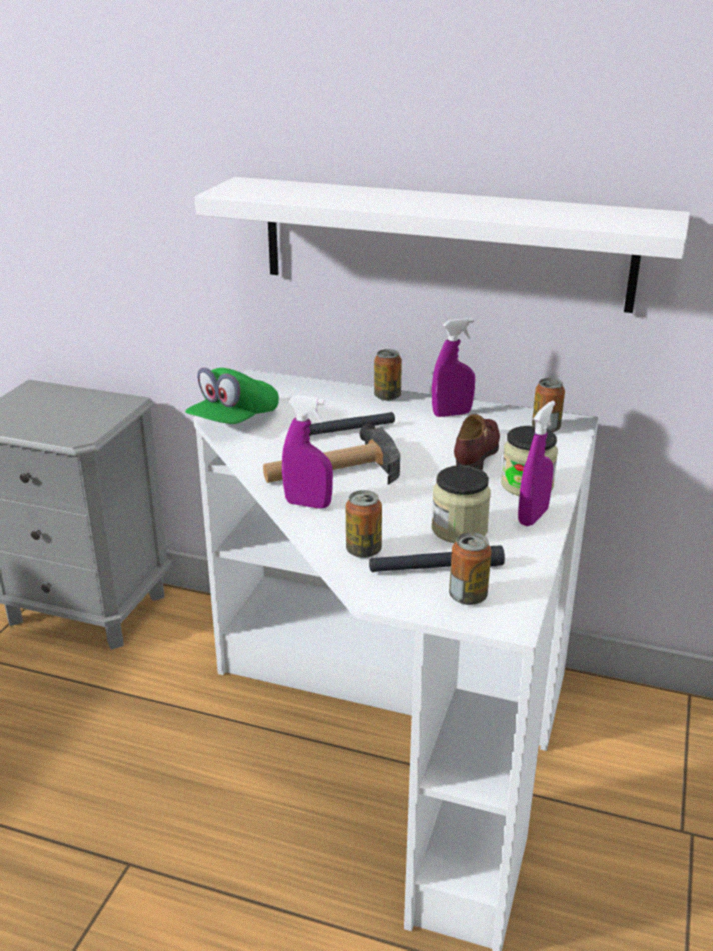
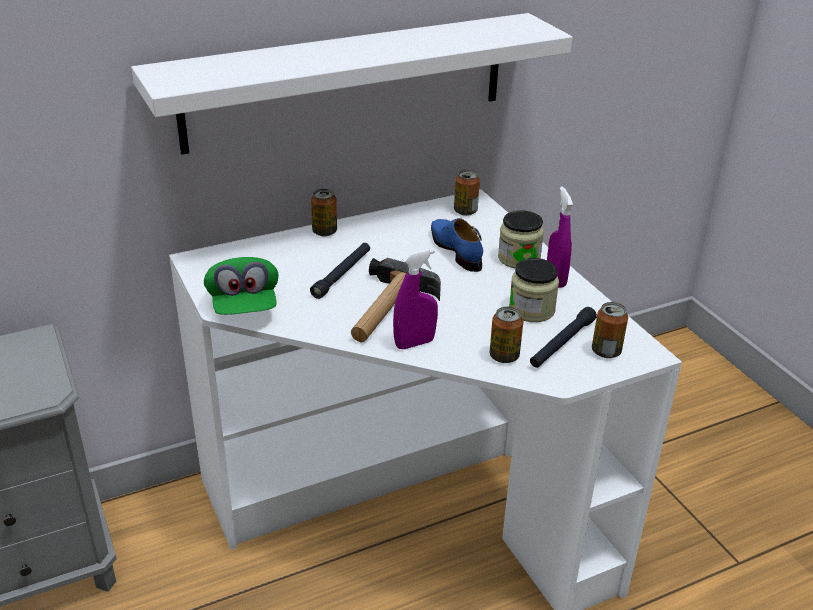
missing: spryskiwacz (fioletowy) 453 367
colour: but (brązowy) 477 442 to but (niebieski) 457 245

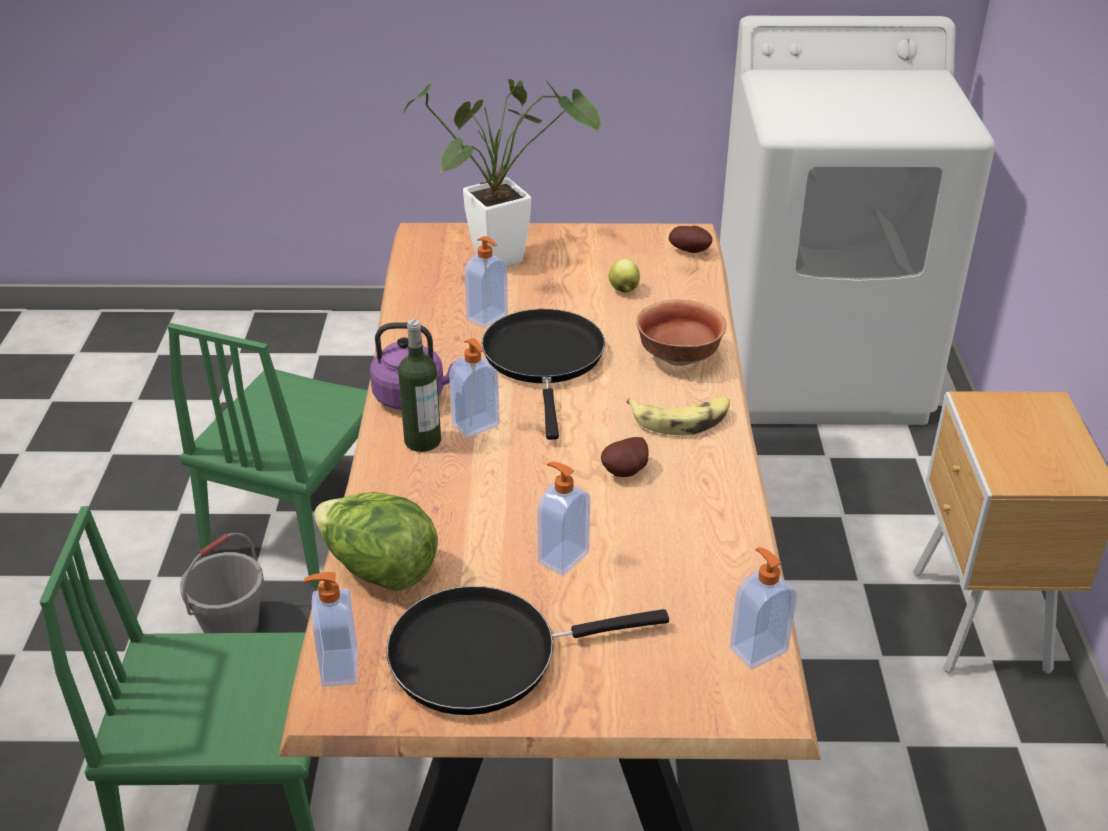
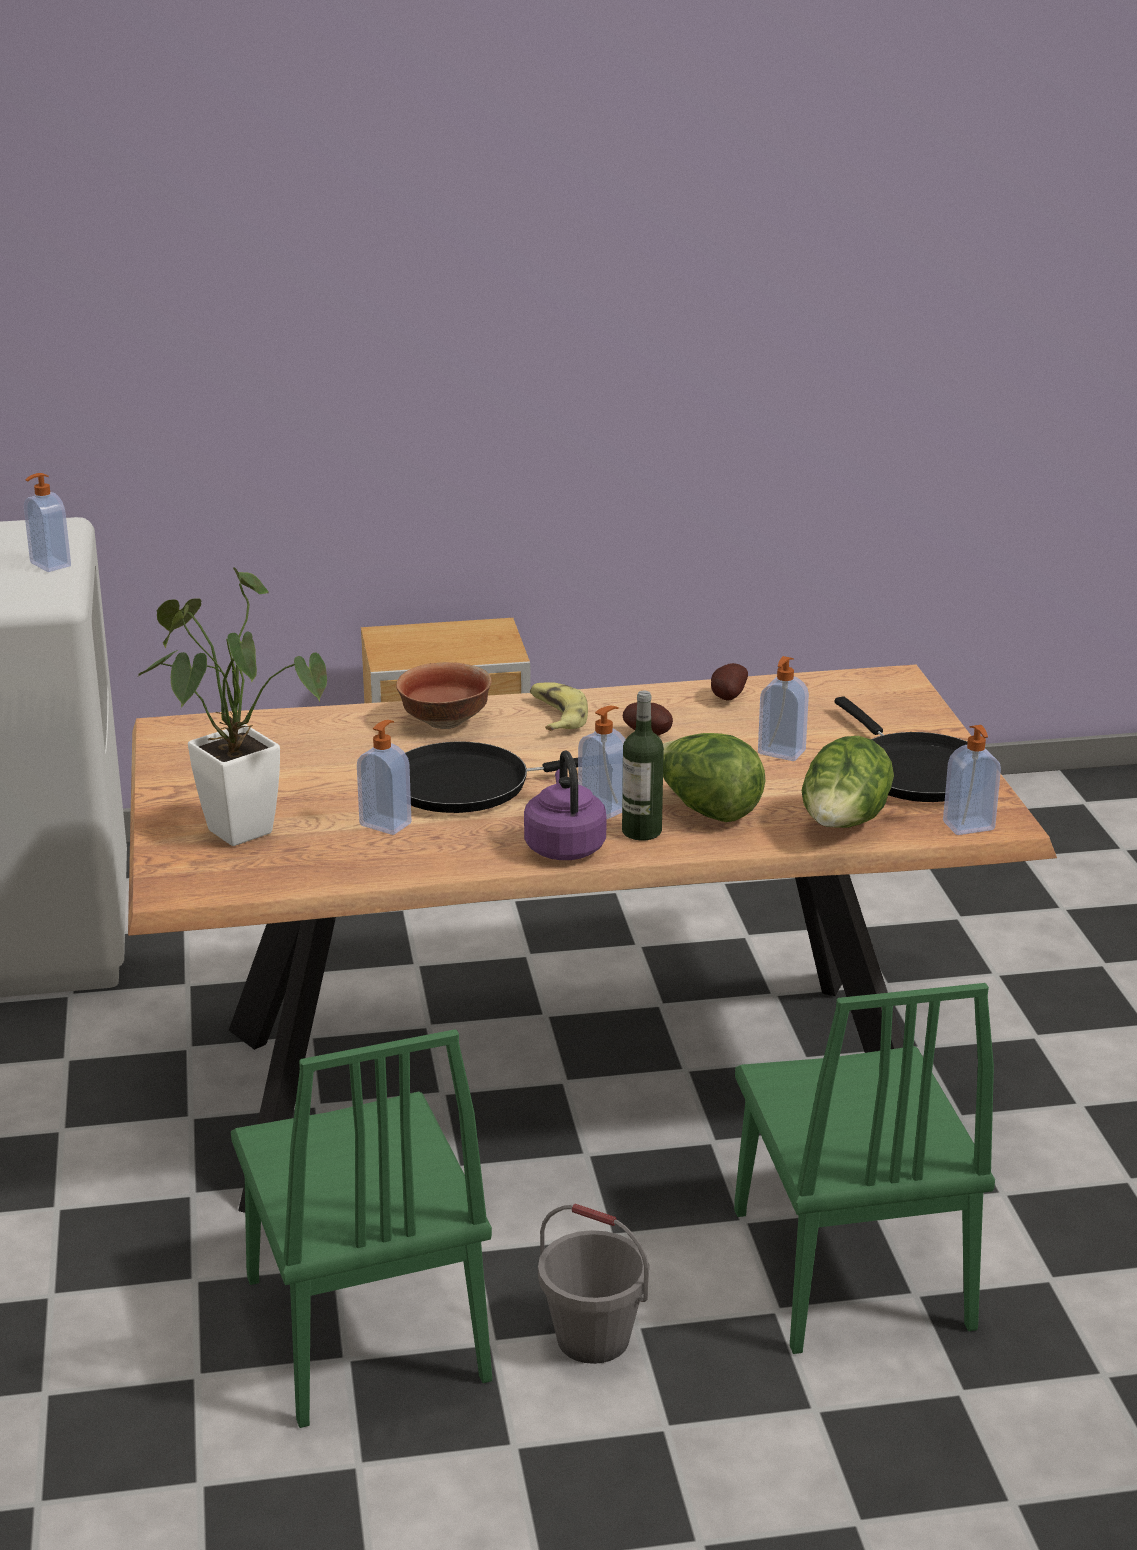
missing: jabłko 624 276
appeared: sałata 714 777
relocated: ziemniak 690 239 to 729 682; dozownik mydła 763 608 to 47 522
spun: krzesło (zielony) 267 455 = 361 1228 60 degrees clockwise

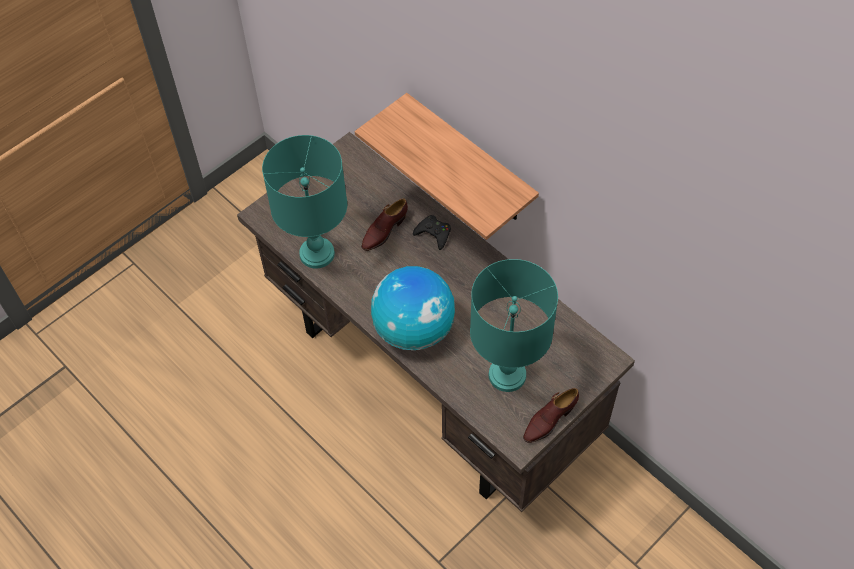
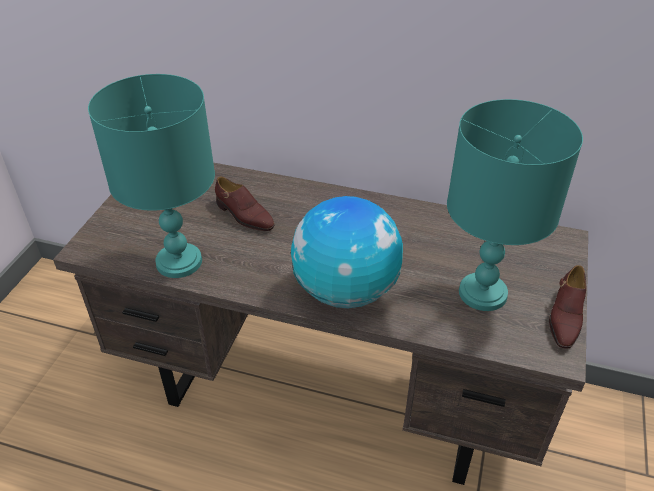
missing: półka 447 166; pad do gier (czarny) 432 232
spun: but (brązowy) 384 224 = 245 204 60 degrees counterclockwise

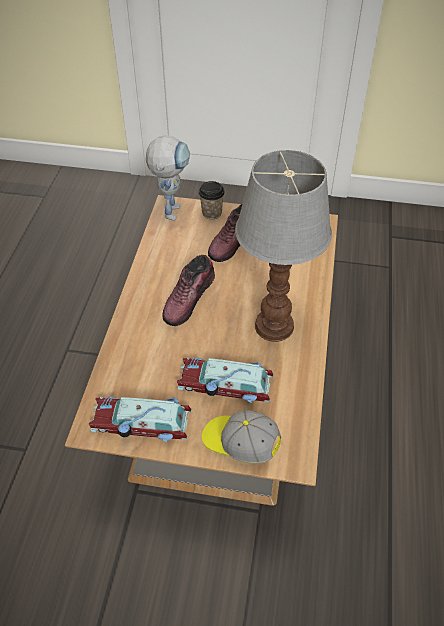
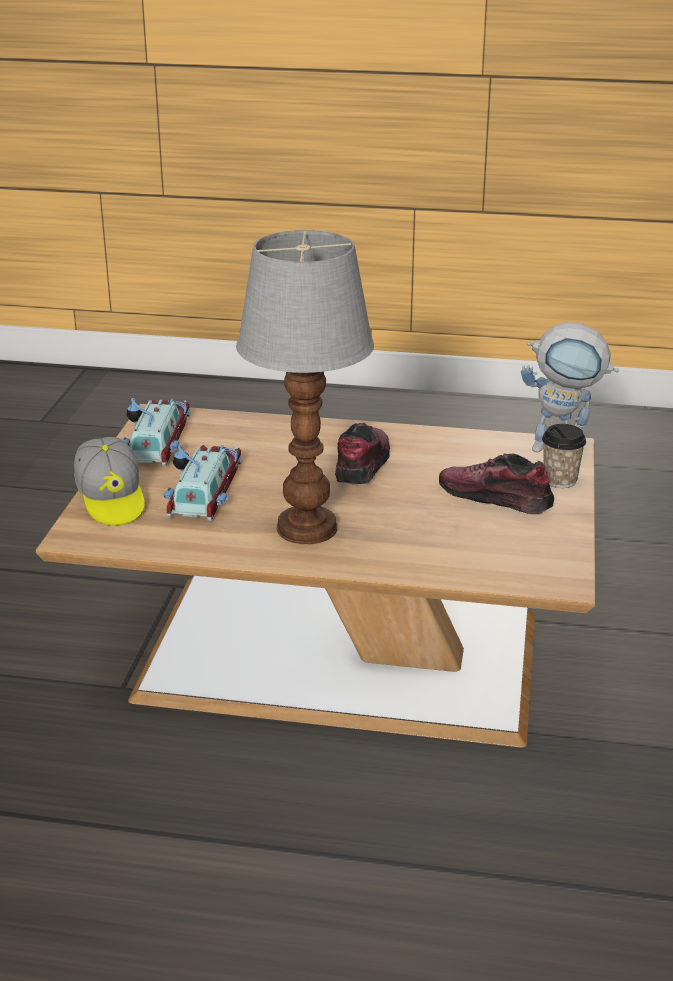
spun: but 188 290 = 362 454 75 degrees clockwise; czapka z daszkiem 241 436 = 109 481 135 degrees clockwise

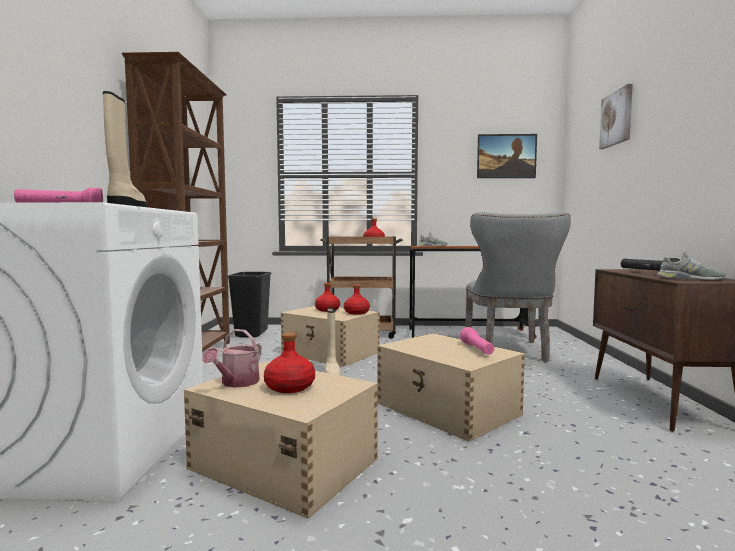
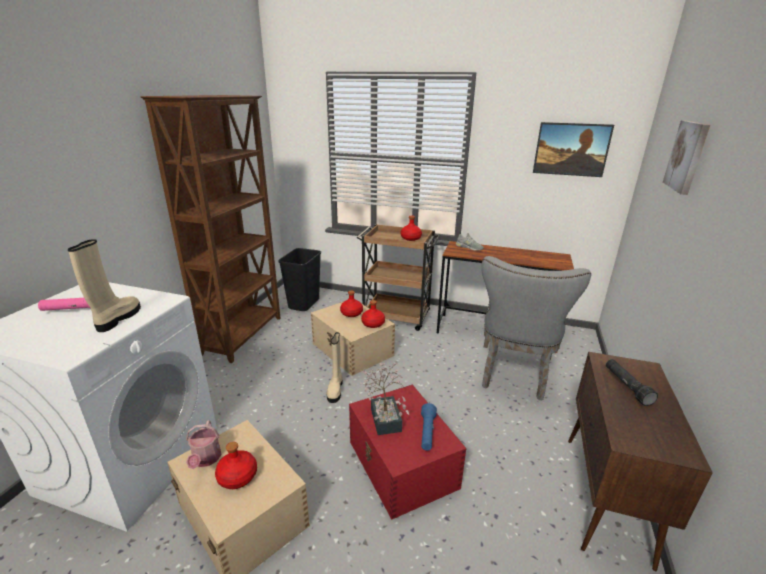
missing: but (szary) 692 265
appeared: roślina doniczkowa 384 399
colour: pojemnik do przechowywania (beżowy) 451 387 to pojemnik do przechowywania (czerwony) 407 452; latarka (różowy) 477 341 to latarka (niebieski) 429 427
spun: konewka 232 358 = 204 444 45 degrees counterclockwise

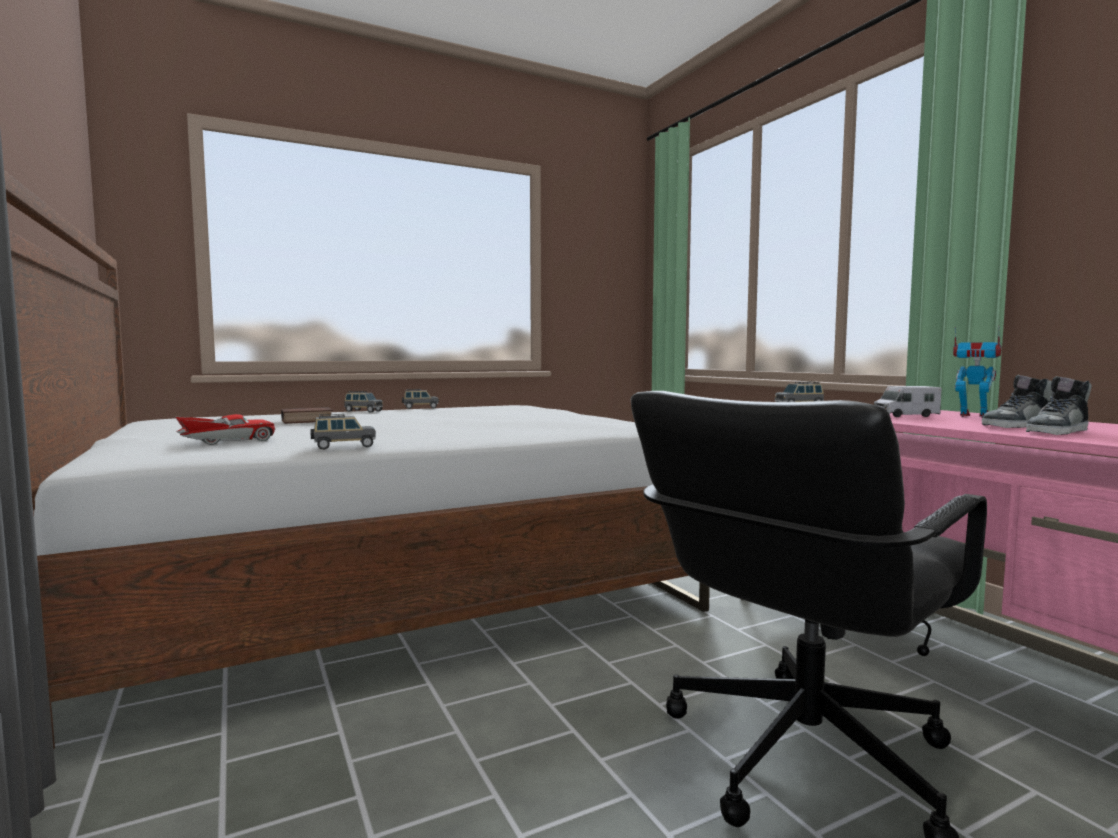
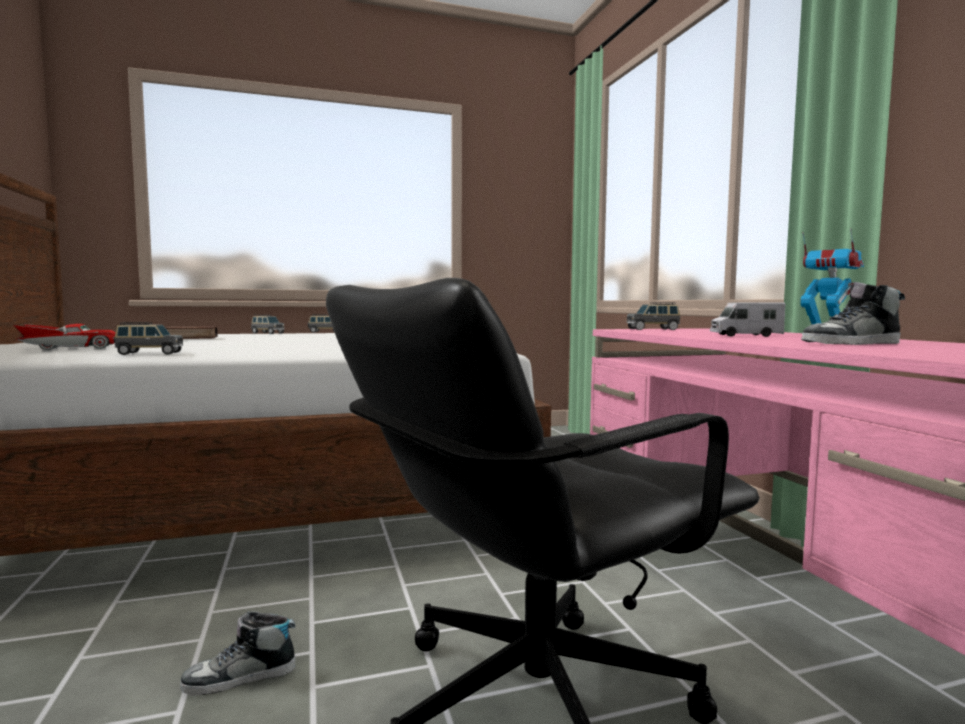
relocated: but 1059 405 to 237 653

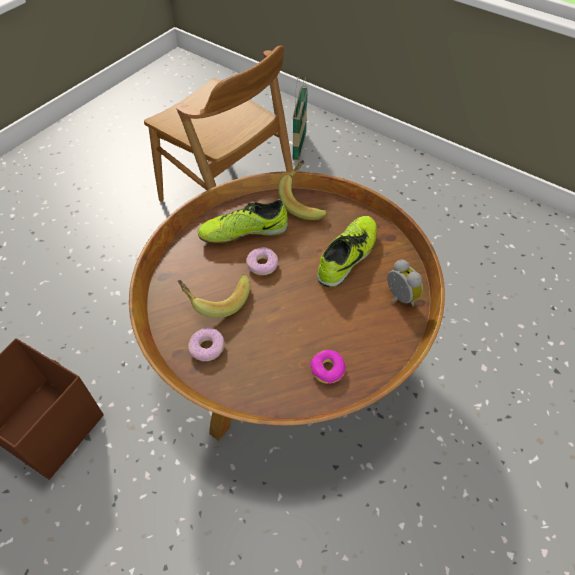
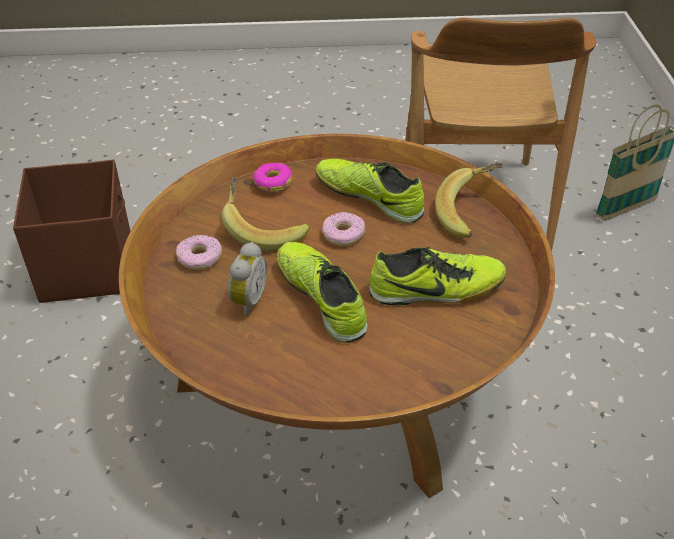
appeared: but 322 292
relocated: donut 328 367 to 273 177; budzik 405 283 to 247 279

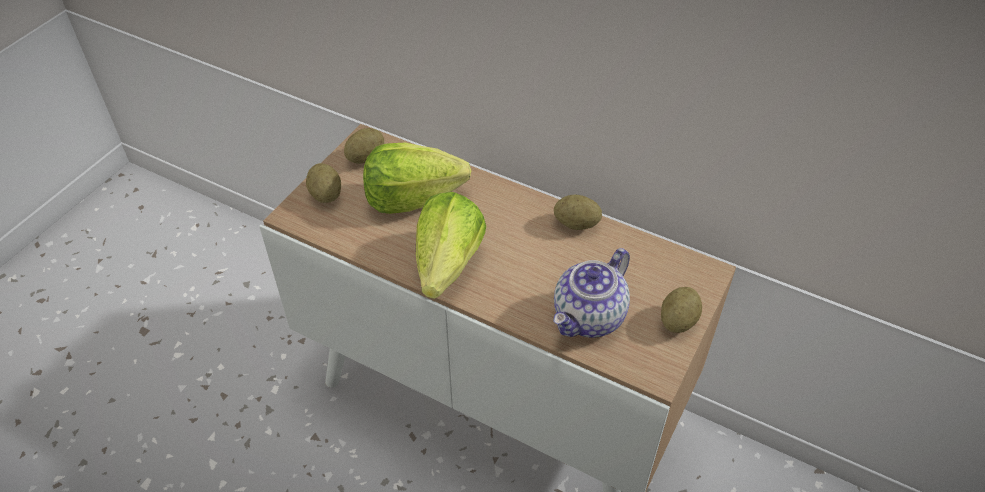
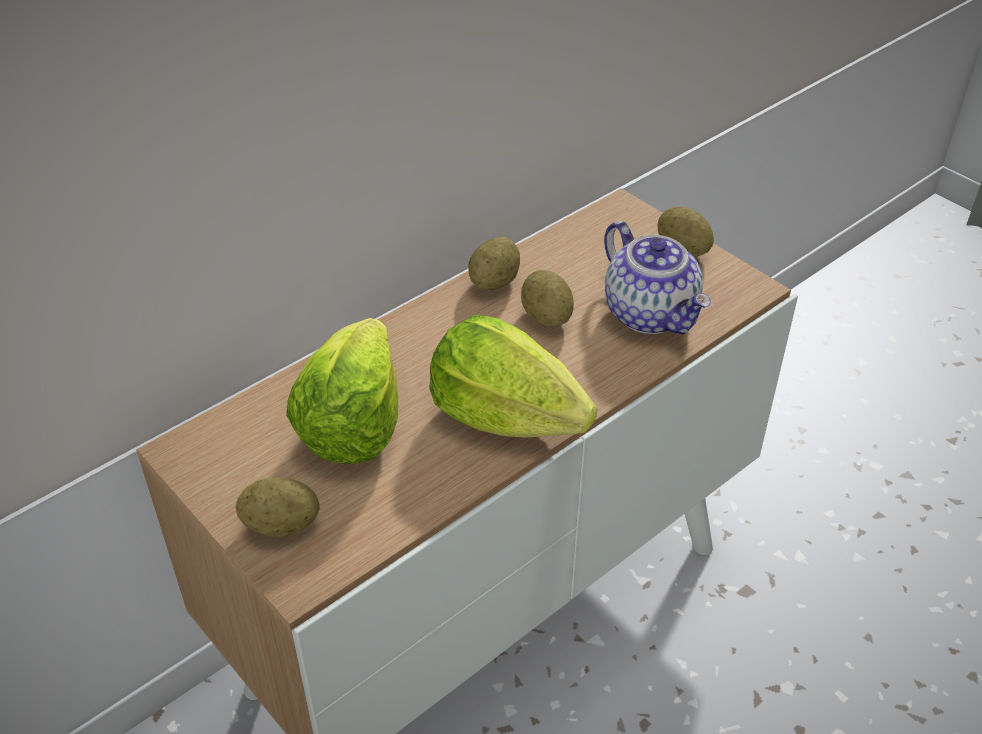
relocated: ziemniak 364 146 to 547 298

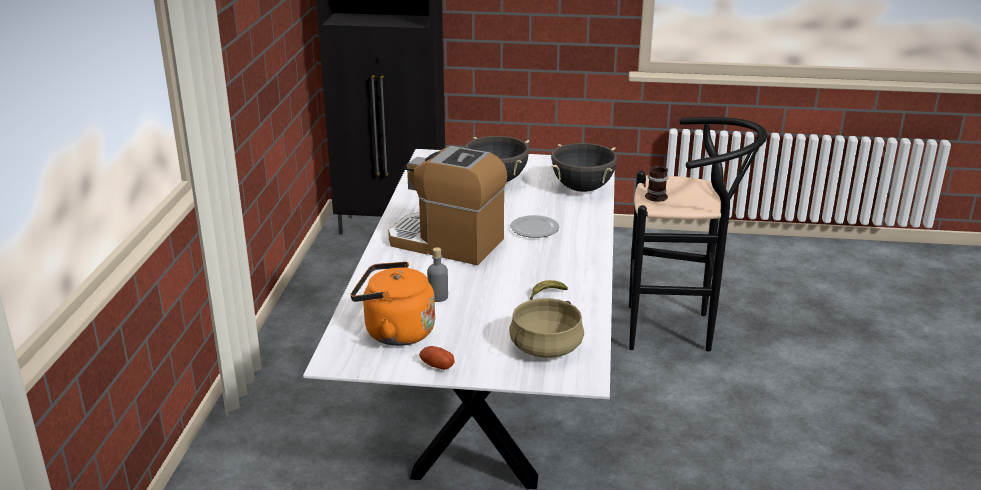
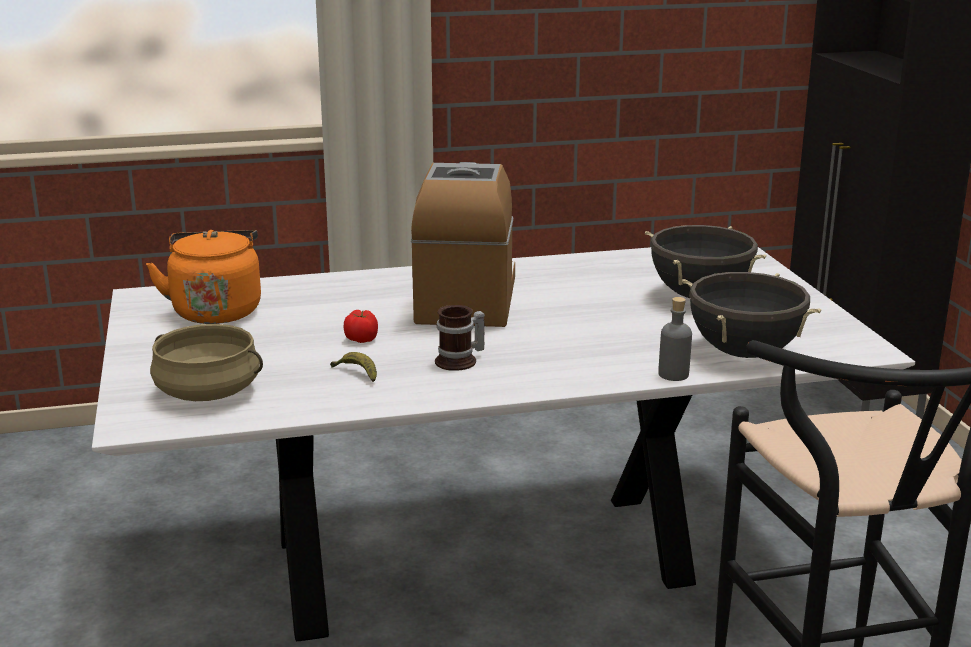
missing: ziemniak 437 358; talerz 534 226
appeared: pomidor 361 326
relocated: butelka (szary) 437 274 to 675 339; kubek 656 184 to 460 338

